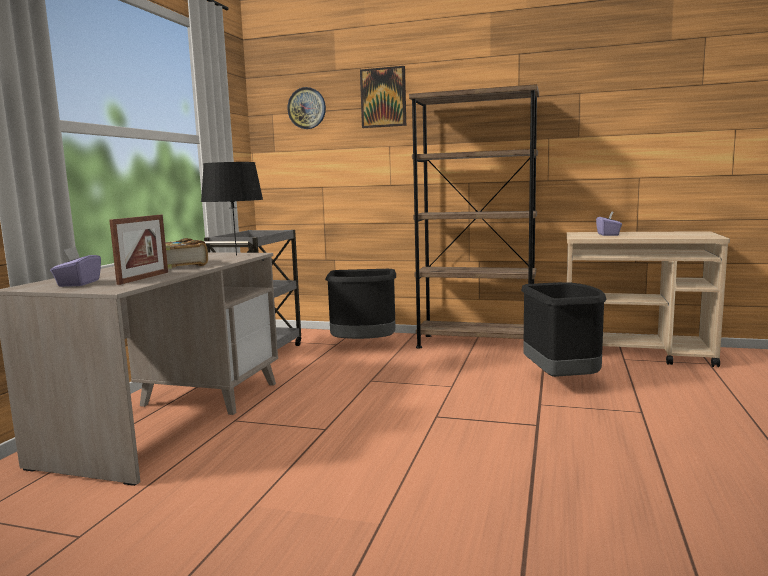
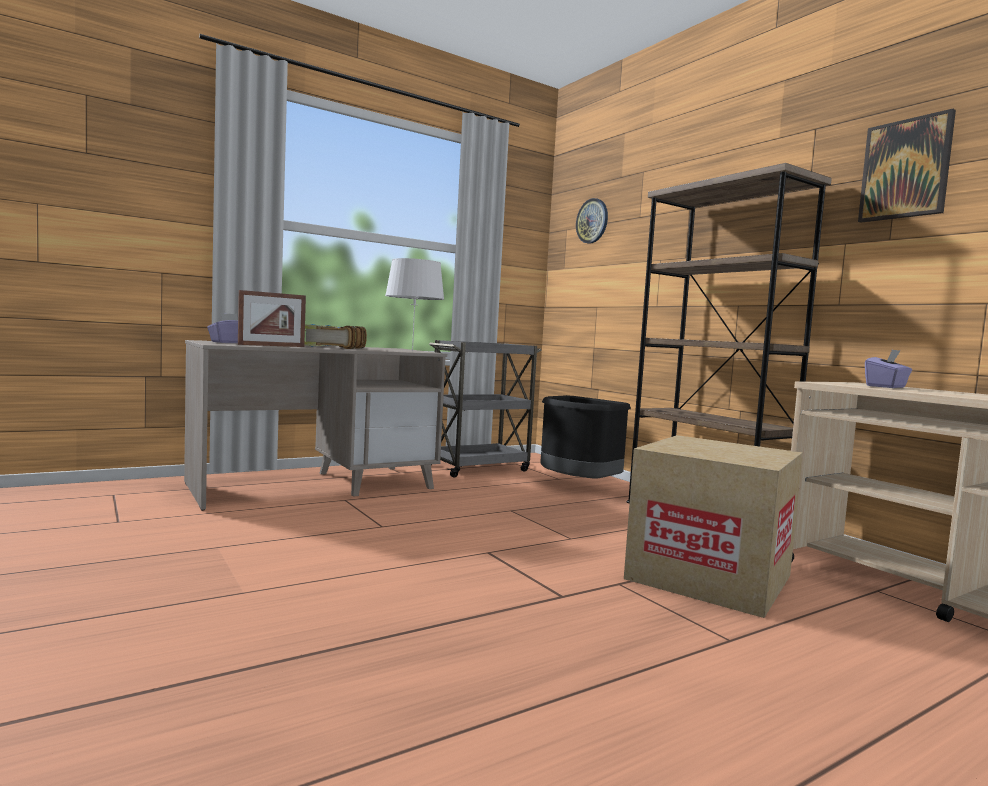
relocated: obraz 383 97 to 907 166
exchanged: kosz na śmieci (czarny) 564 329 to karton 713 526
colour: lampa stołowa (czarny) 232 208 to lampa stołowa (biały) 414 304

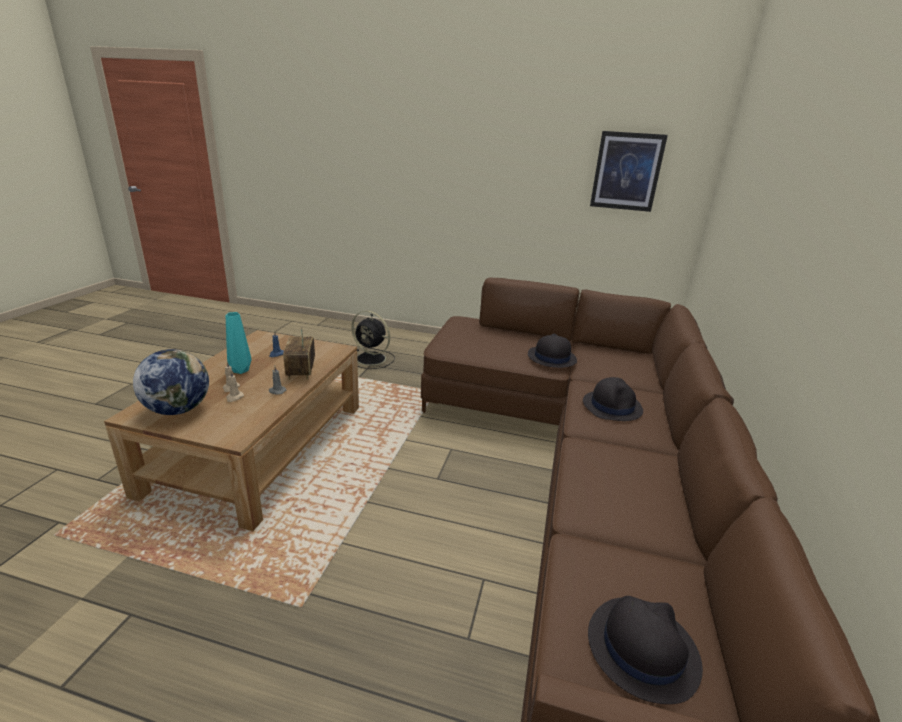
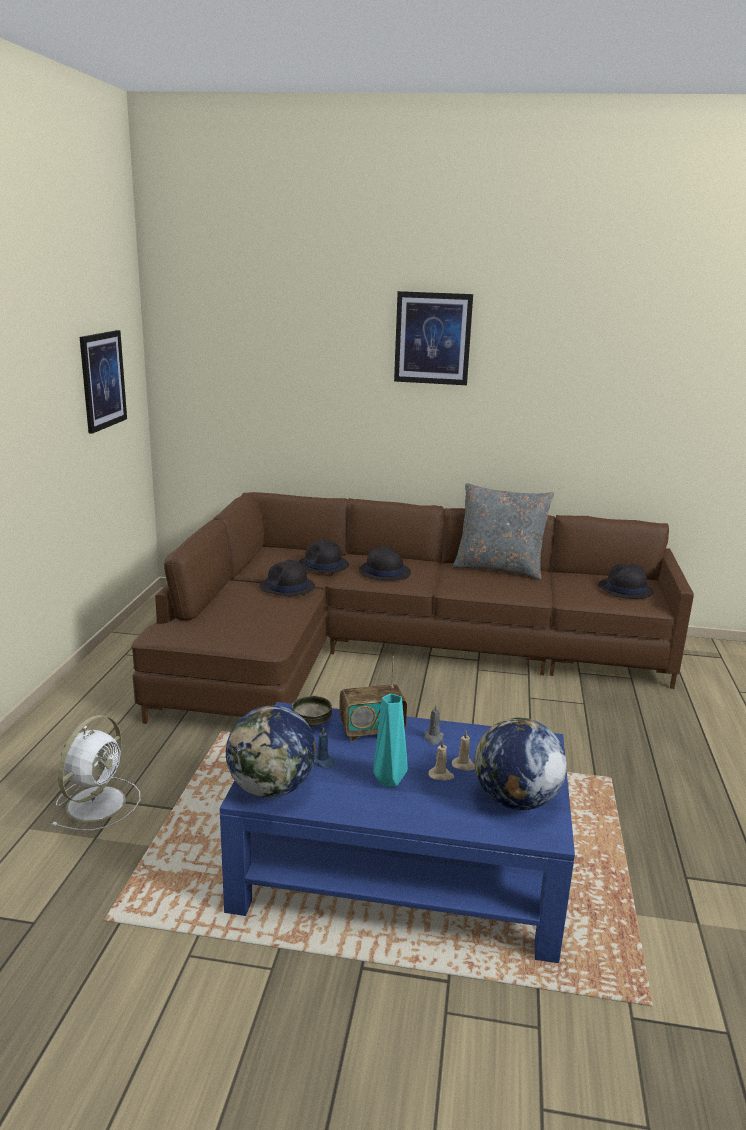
appeared: globus 271 752; miska 312 710; kapelusz (czarny) 323 556; obraz 433 338; poduszka (szary) 503 531
colour: ława (brązowy) 231 430 to ława (niebieski) 397 832; wentylator (czarny) 373 340 to wentylator (biały) 96 773

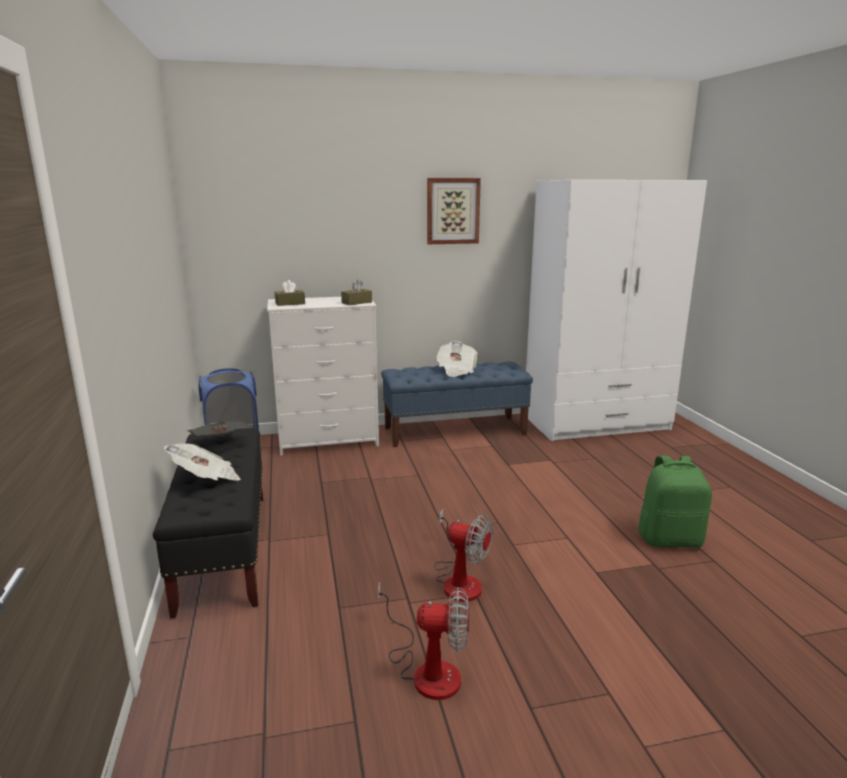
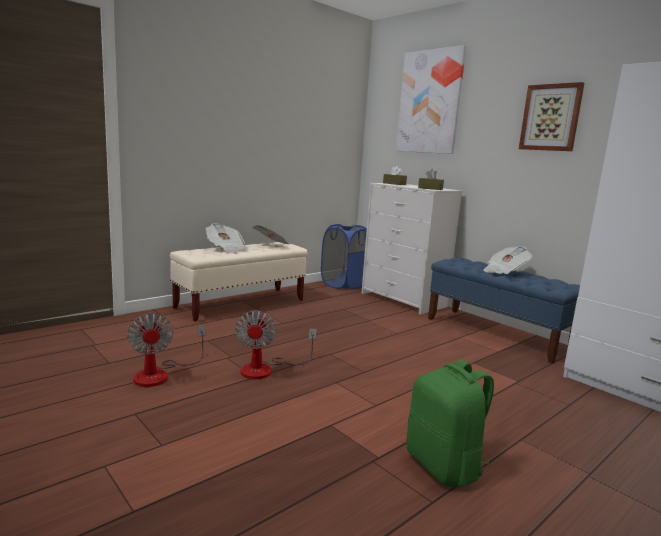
appeared: obraz 431 99
colour: ławka (czarny) 208 523 to ławka (beżowy) 239 282

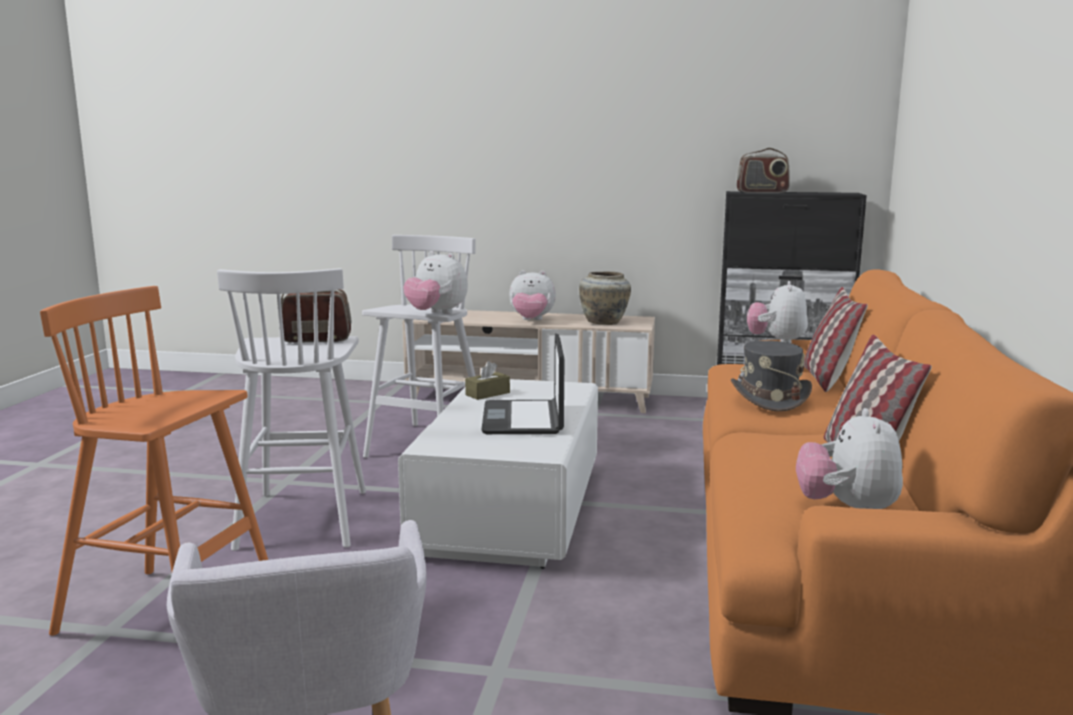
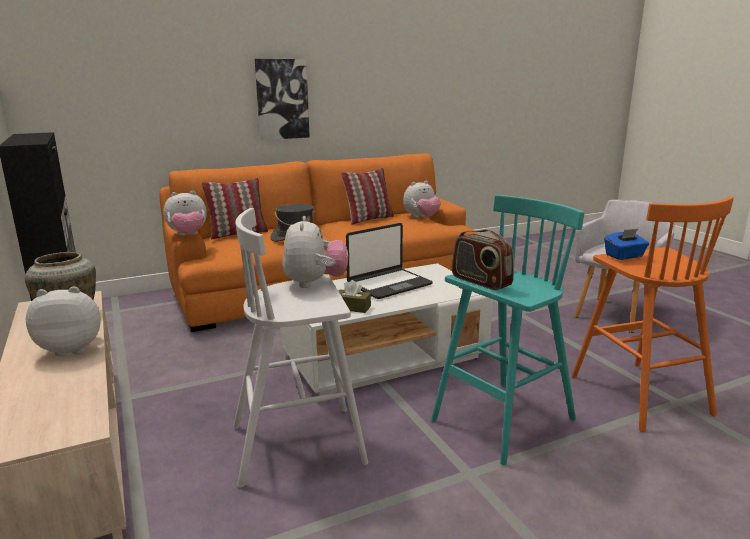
missing: radio 763 170
appeared: obraz 282 99; pudełko chusteczek (niebieski) 626 244
colour: stołek (biały) 291 409 to stołek (turkusowy) 507 330
spun: pluszak 532 295 = 63 321 75 degrees counterclockwise

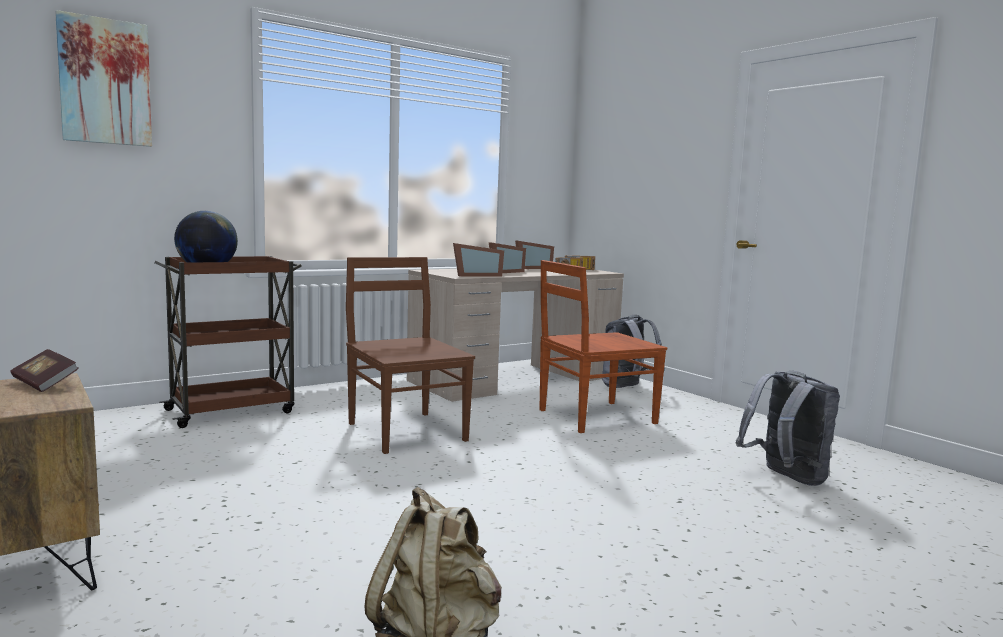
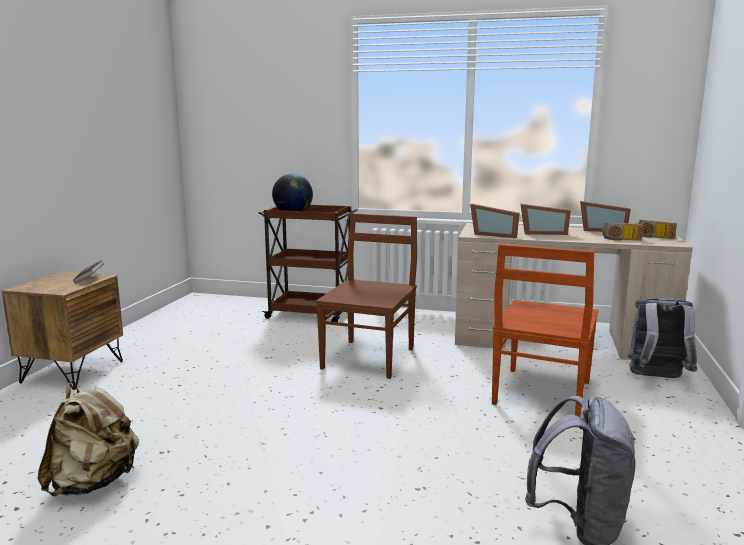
missing: obraz 103 78
spun: krzesło (brązowy) 603 346 = 545 330 90 degrees counterclockwise

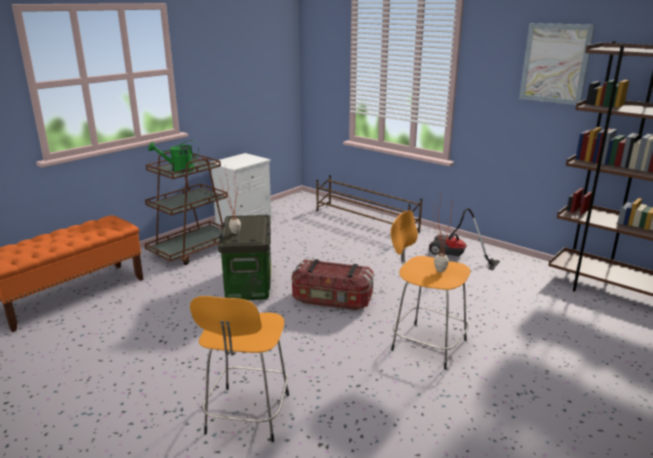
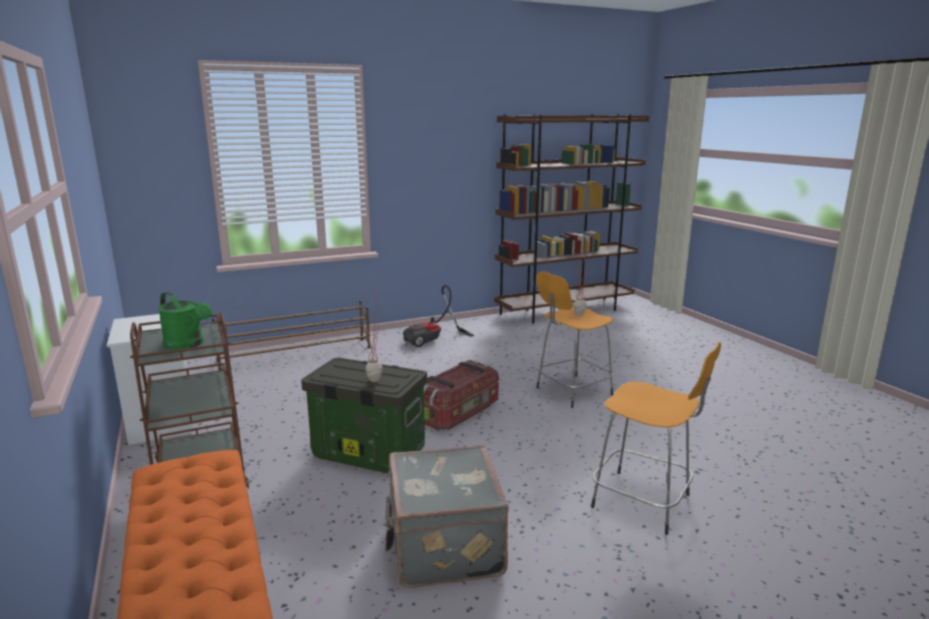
missing: obraz 557 64
appeared: walizka (szary) 447 516
spun: konewka (zielony) 173 156 = 185 321 60 degrees counterclockwise

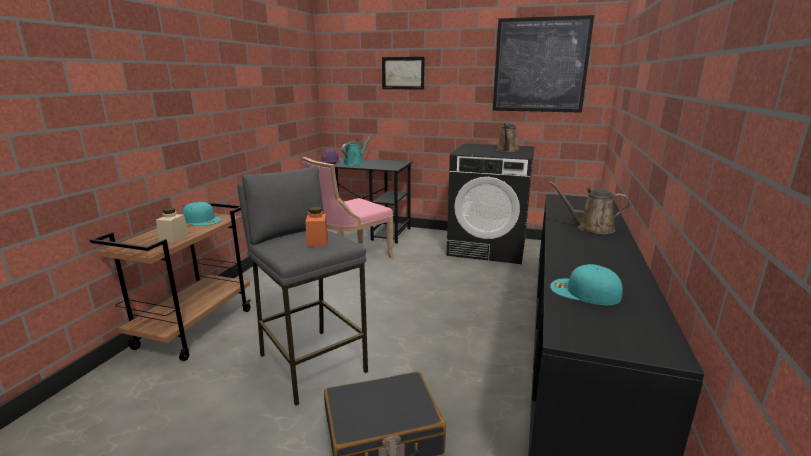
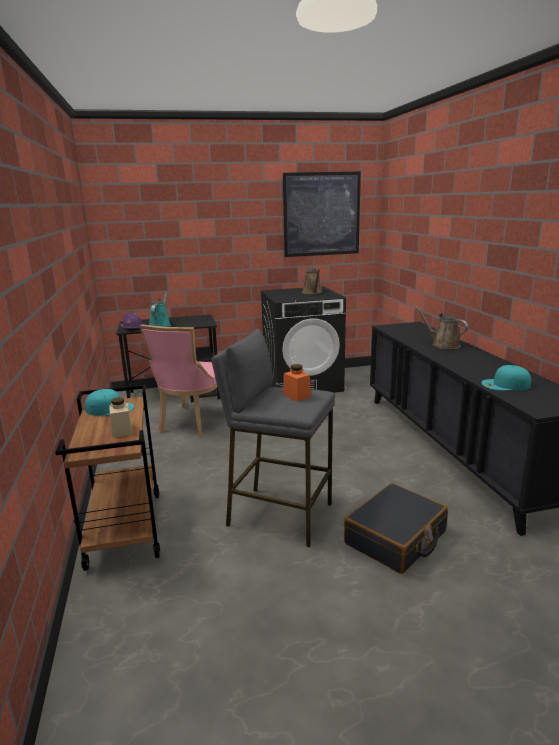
missing: obraz 403 73
spun: konewka (brązowy) 589 207 = 441 328 60 degrees clockwise

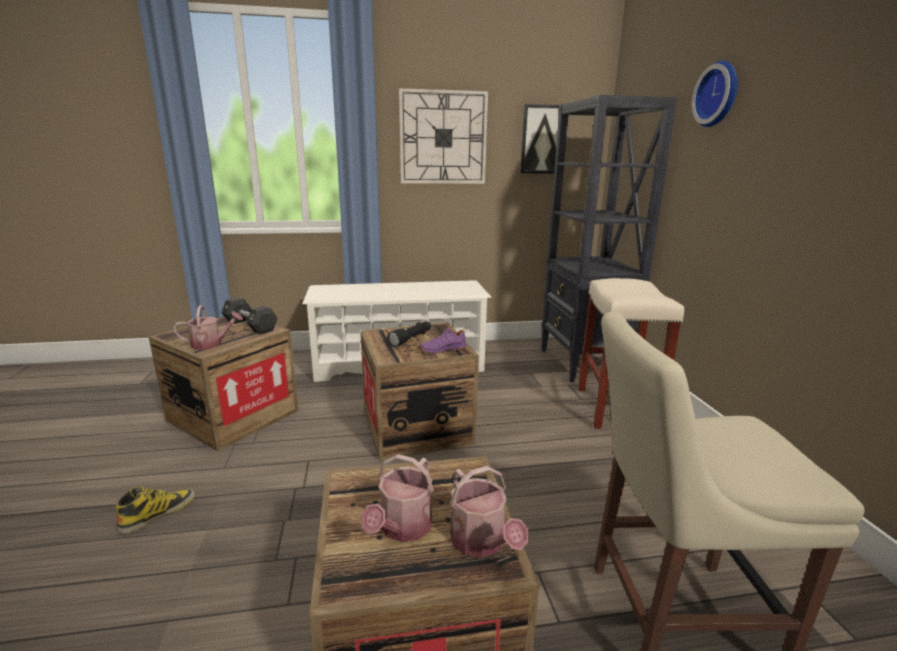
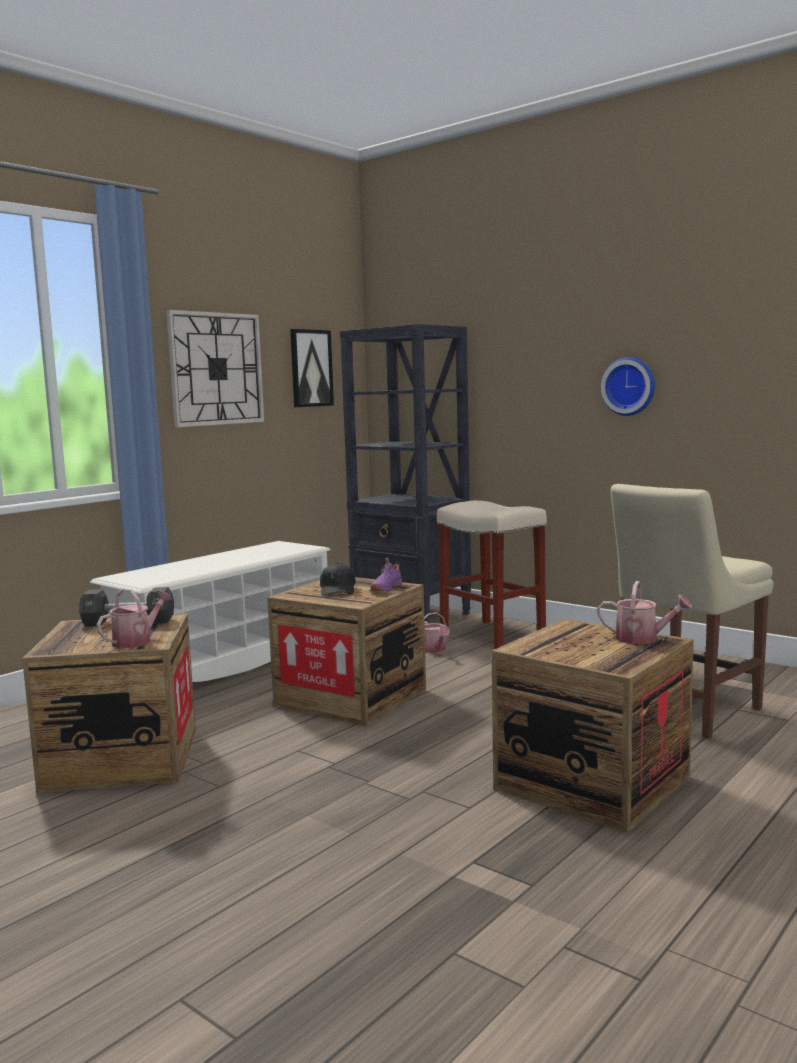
missing: but z cholewką 155 510
relocated: konewka 397 498 to 437 632; zegar ścienny 715 94 to 628 386
exchanged: latarka (czarny) 409 334 to czapka z daszkiem (czarny) 337 579

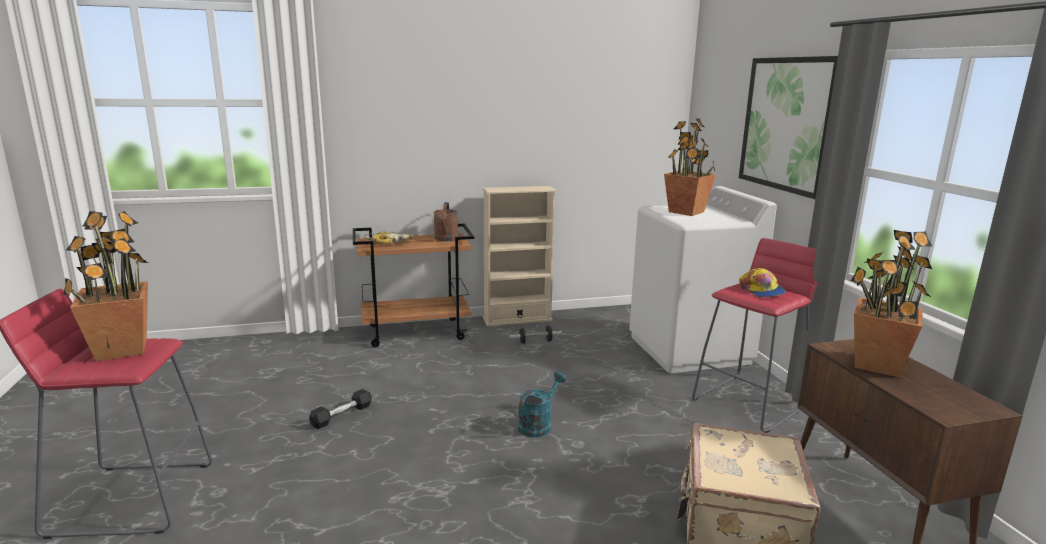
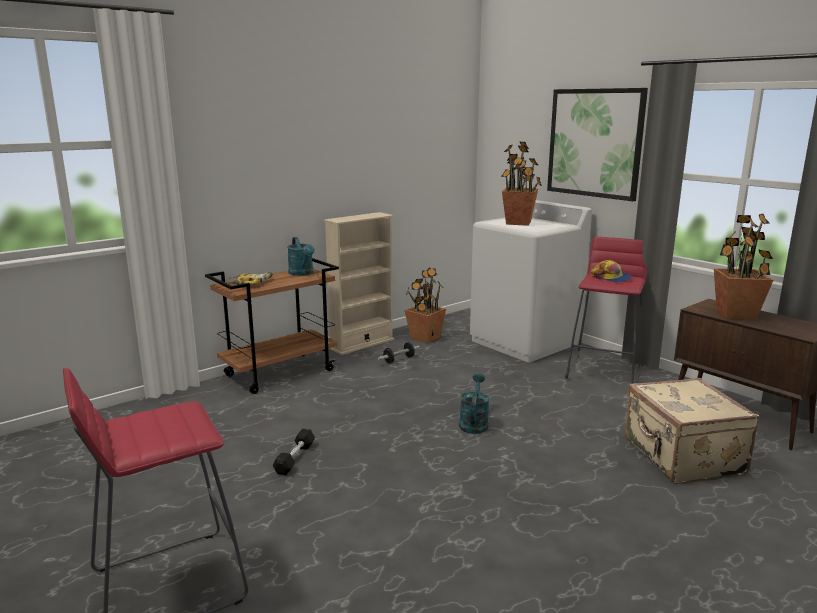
relocated: roślina doniczkowa 105 286 to 425 305
colour: konewka (brązowy) 446 221 to konewka (turkusowy) 301 256

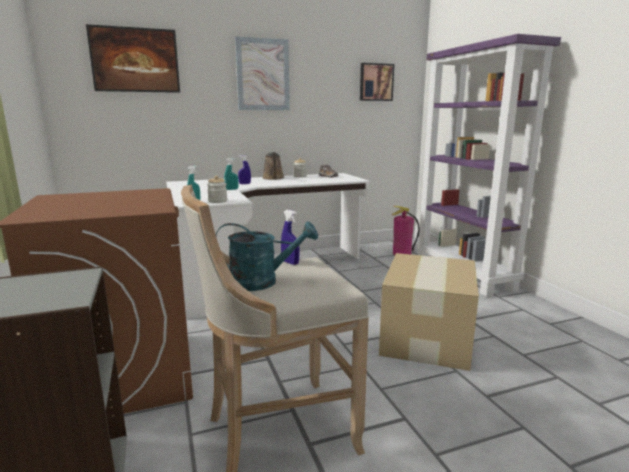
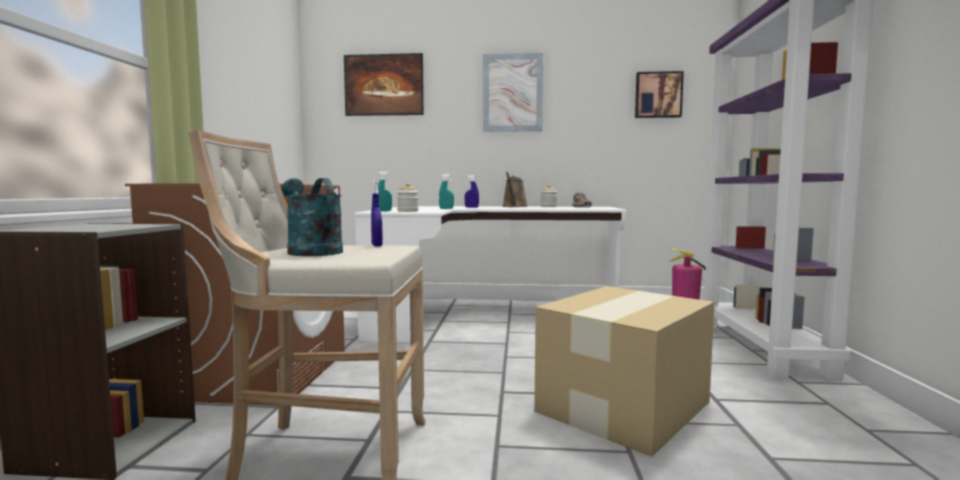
spun: konewka (turkusowy) 267 256 = 312 217 150 degrees counterclockwise

